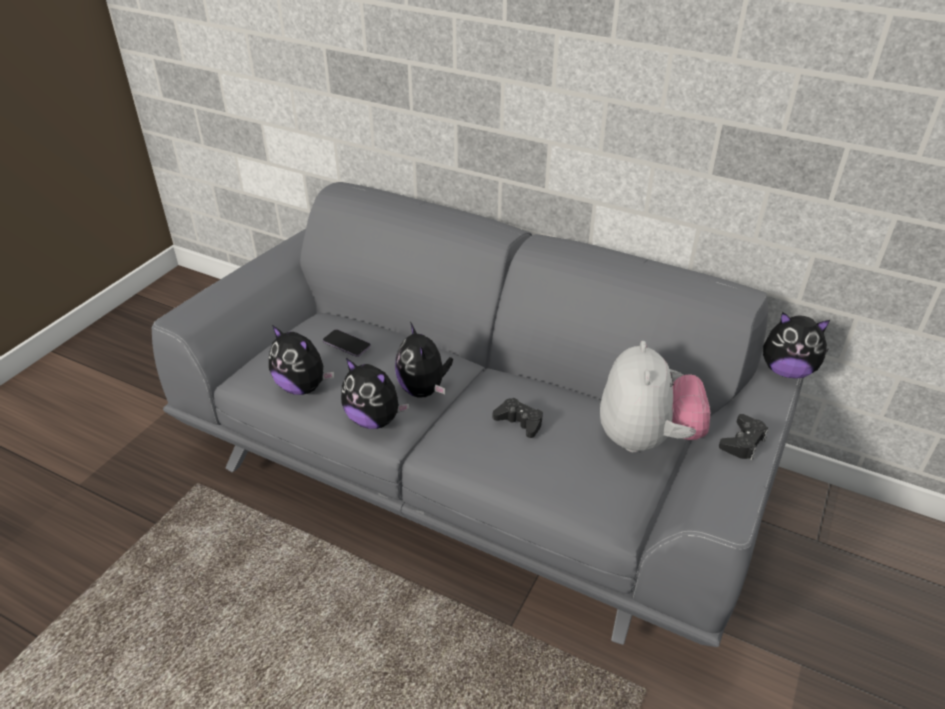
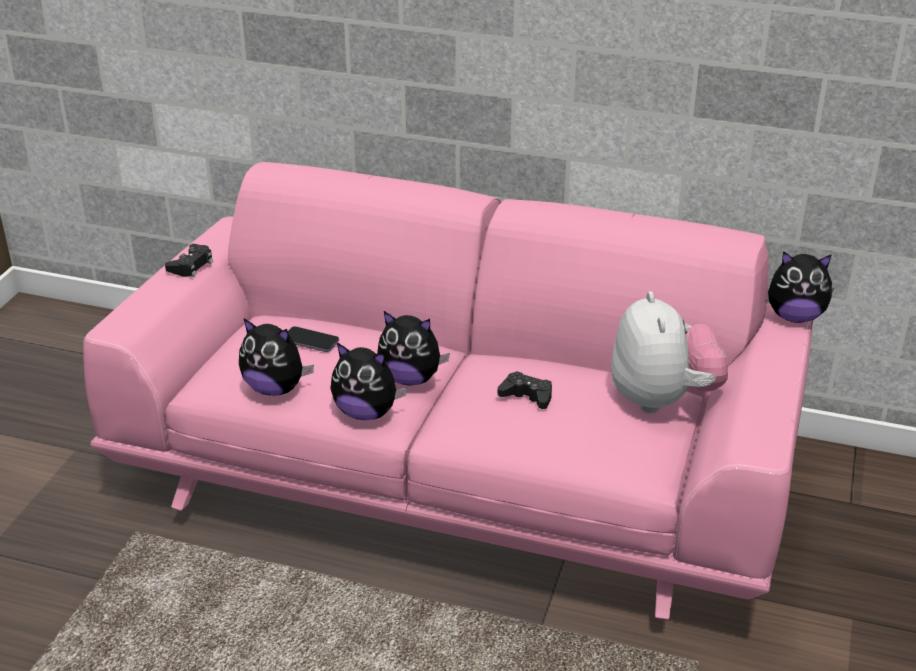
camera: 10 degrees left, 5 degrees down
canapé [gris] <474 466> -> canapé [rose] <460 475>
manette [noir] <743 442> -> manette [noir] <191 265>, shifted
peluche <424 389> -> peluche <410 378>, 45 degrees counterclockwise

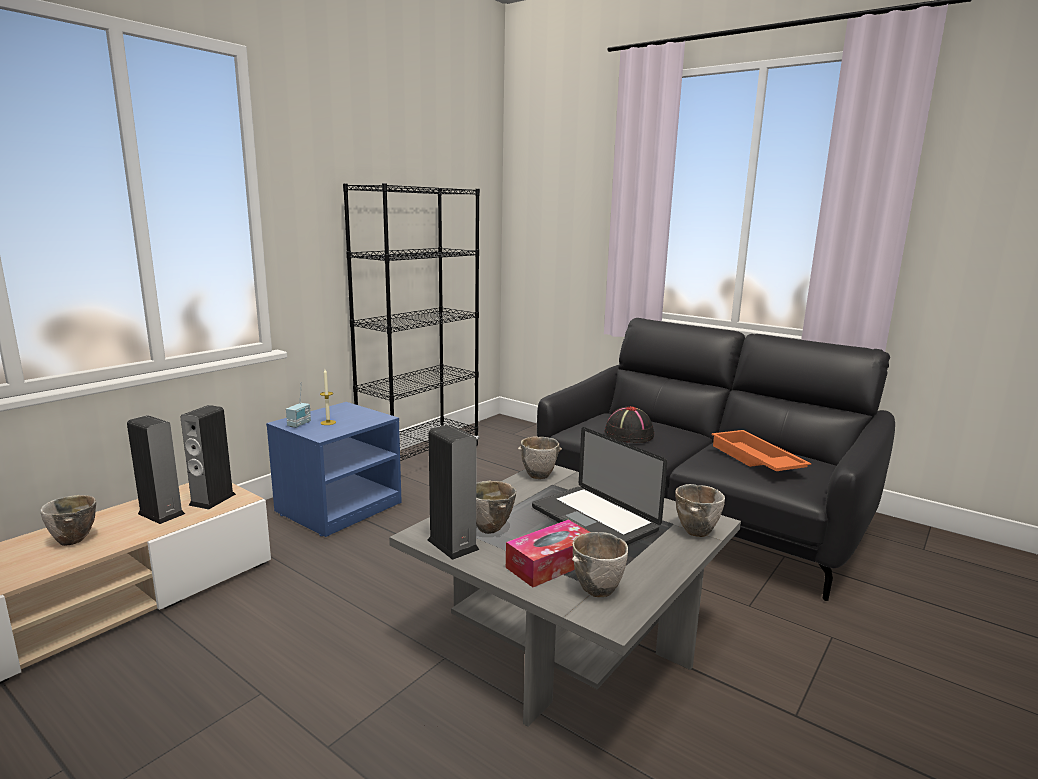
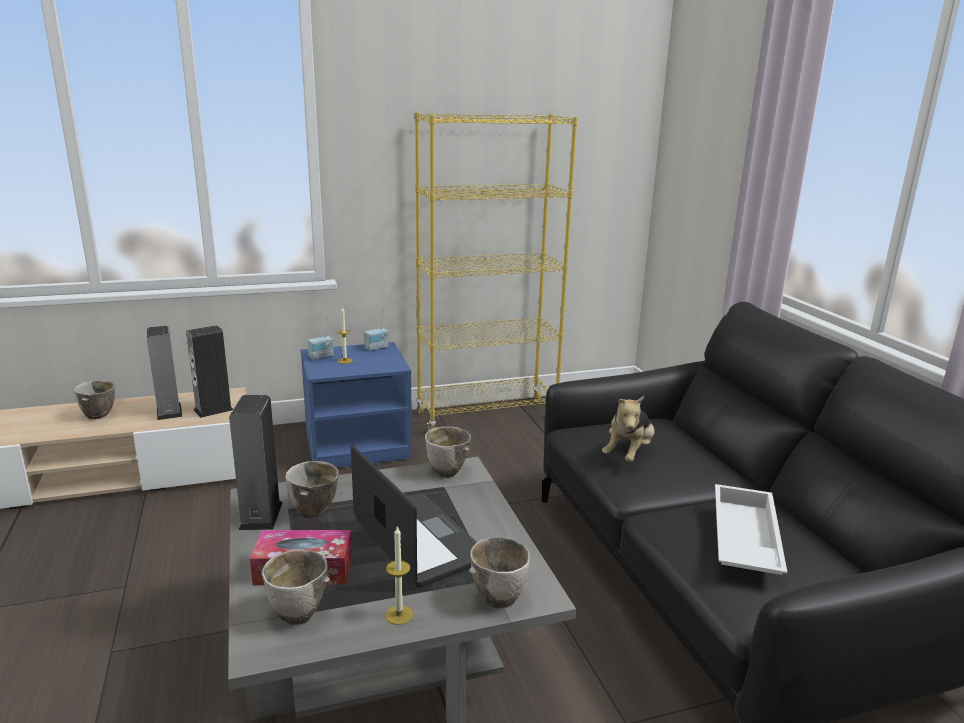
camera: 35 degrees right, 5 degrees up
ordinateur portable <594 519> -> ordinateur portable <418 540>, 150 degrees clockwise
none -> radio <377 348>
none -> bougie <399 615>
bibliothèque [noir] <420 457> -> bibliothèque [jaune] <487 416>
chapeau [noir] <628 434> -> peluche <629 453>
plateau [orange] <754 460> -> plateau [blanc] <742 539>

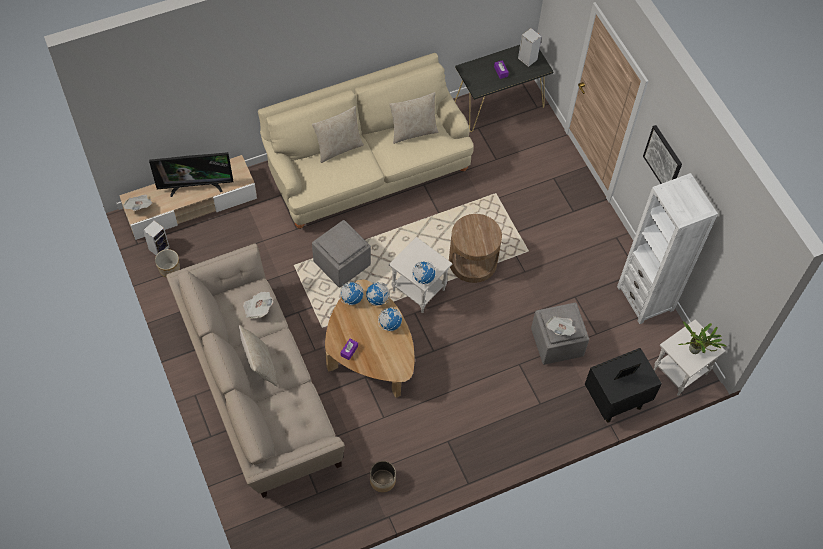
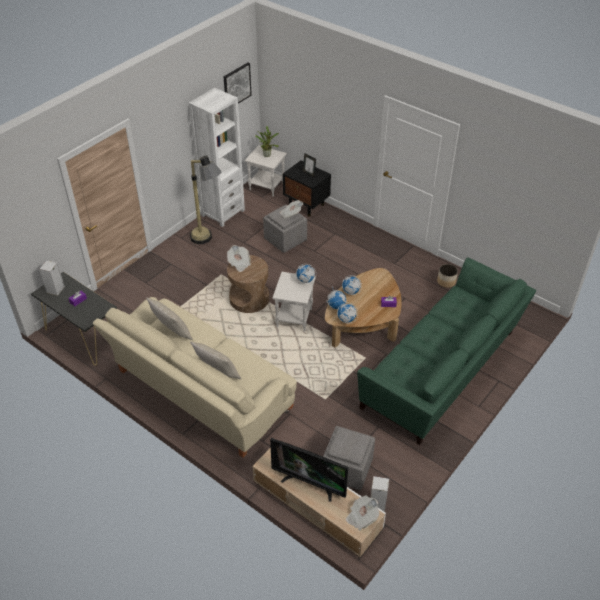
camera: 115 degrees left, 15 degrees down
none -> lampadaire <208 241>
tableau <663 159> -> tableau <236 85>, shifted
journal <258 309> -> journal <239 263>, shifted
téléviseur <196 186> -> téléviseur <309 483>, 150 degrees clockwise
pouf [gris] <342 264> -> pouf [gris] <348 468>, shifted
canapé [beige] <257 389> -> canapé [vert] <442 371>
cache-pot <169 269> -> none
coussin [beige] <260 367> -> none

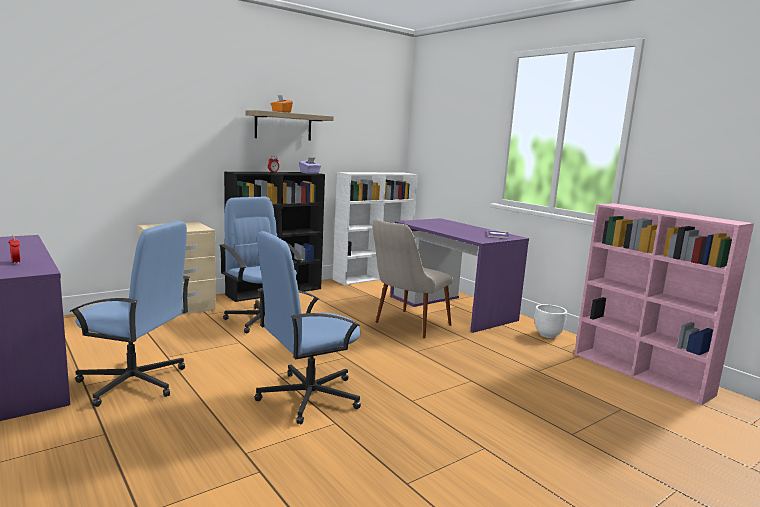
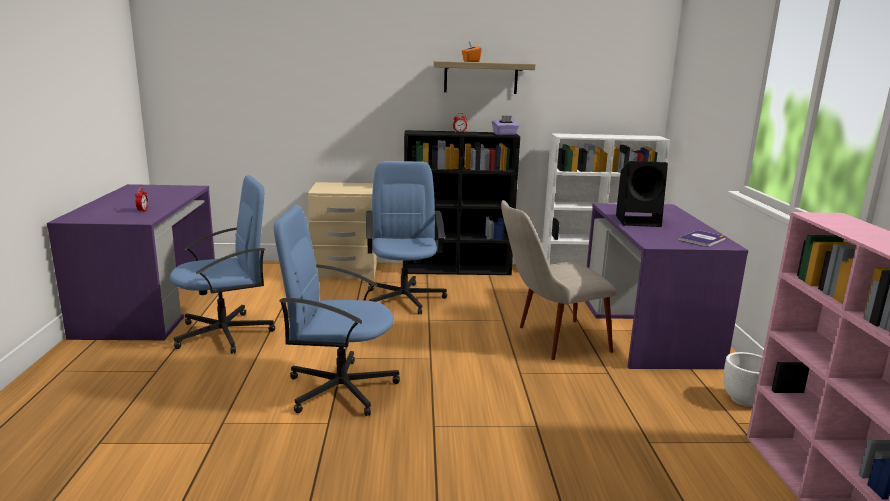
camera: 35 degrees right, 5 degrees up
chaise de bureau [bleu] <134 382> -> chaise de bureau [bleu] <225 333>, 75 degrees counterclockwise
none -> enceinte [noir] <639 221>

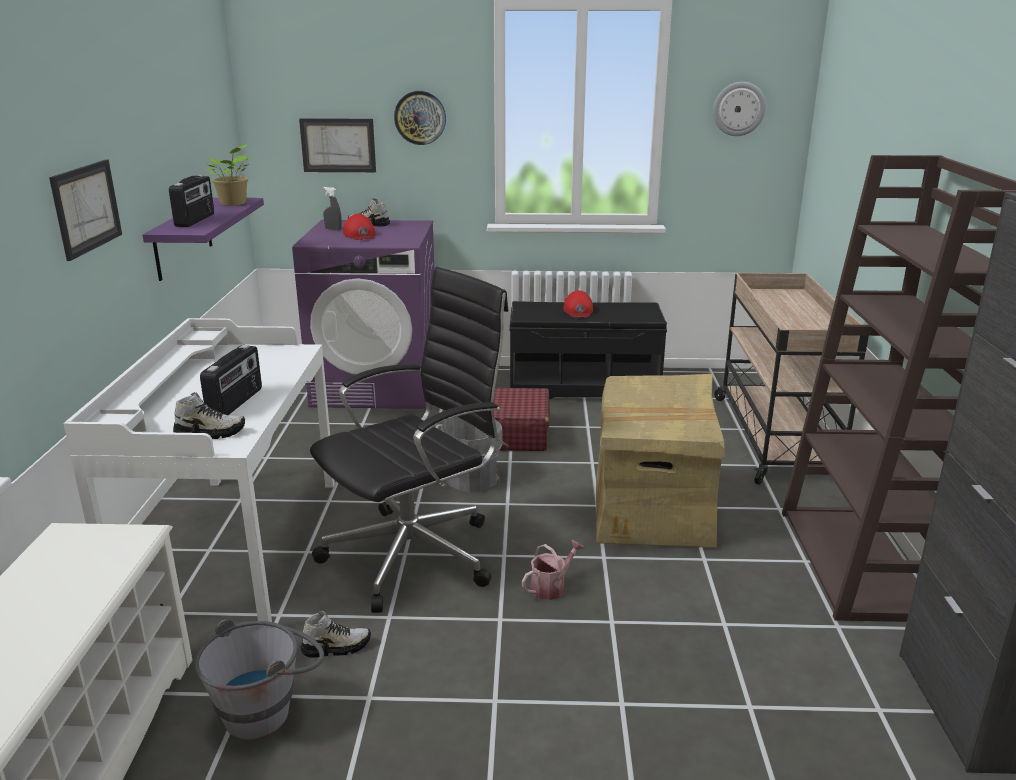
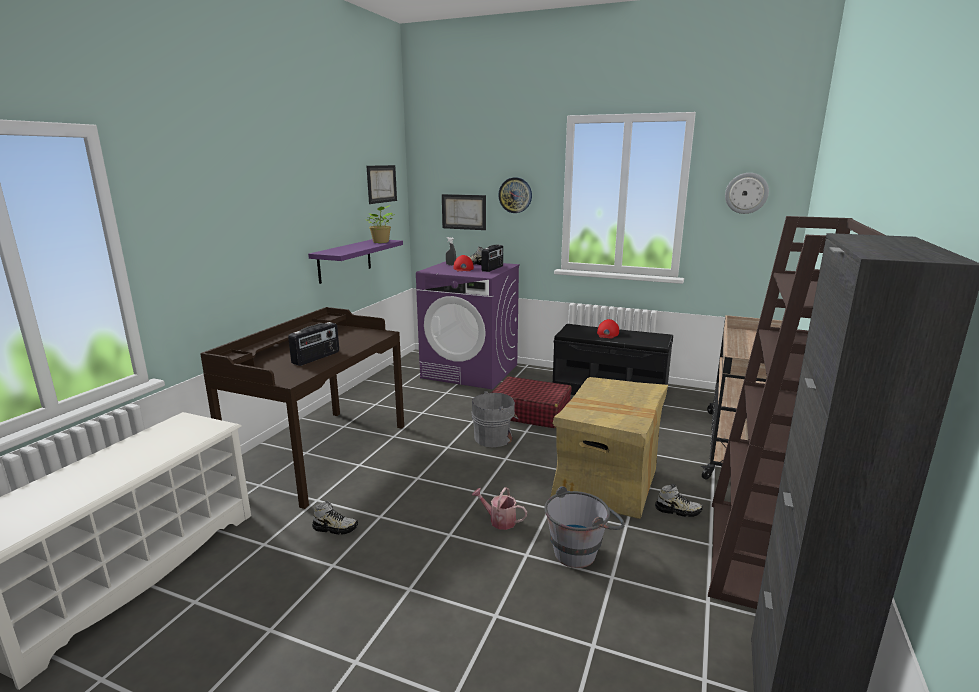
camera: 20 degrees right, 5 degrees down
bureau [blanc] <235 545> -> bureau [marron] <321 453>
tableau <86 208> -> tableau <381 184>, shifted
arrosoir <551 587> -> arrosoir <499 520>, 135 degrees counterclockwise
radio <196 220> -> radio <492 268>, shifted
seau [gris] <268 707> -> seau [gris] <582 550>, shifted
chaussure <210 433> -> chaussure <678 510>, shifted
chaise de bureau [noir] <416 554> -> none

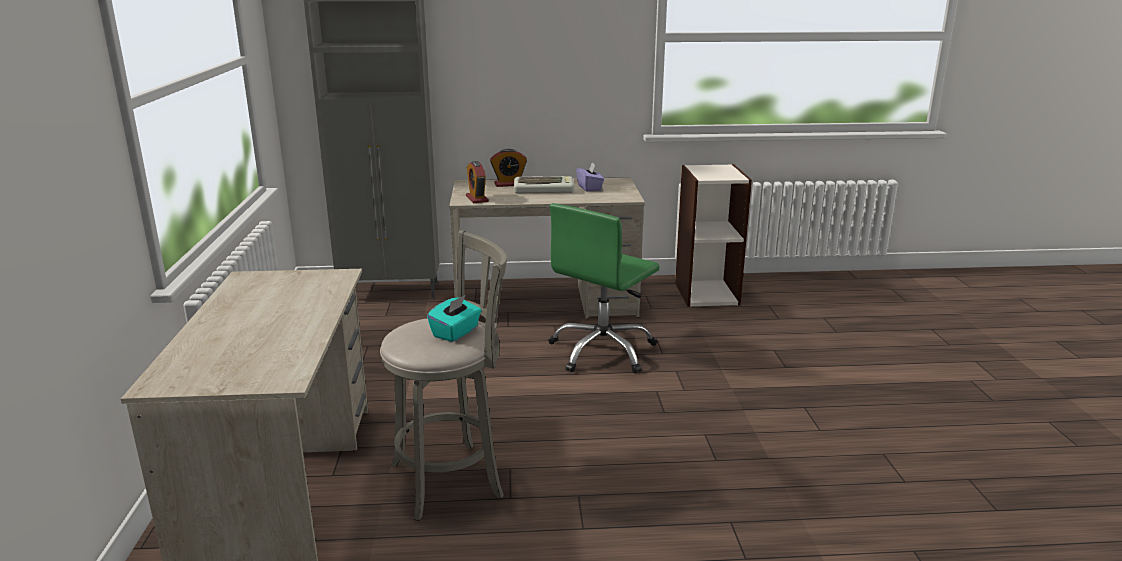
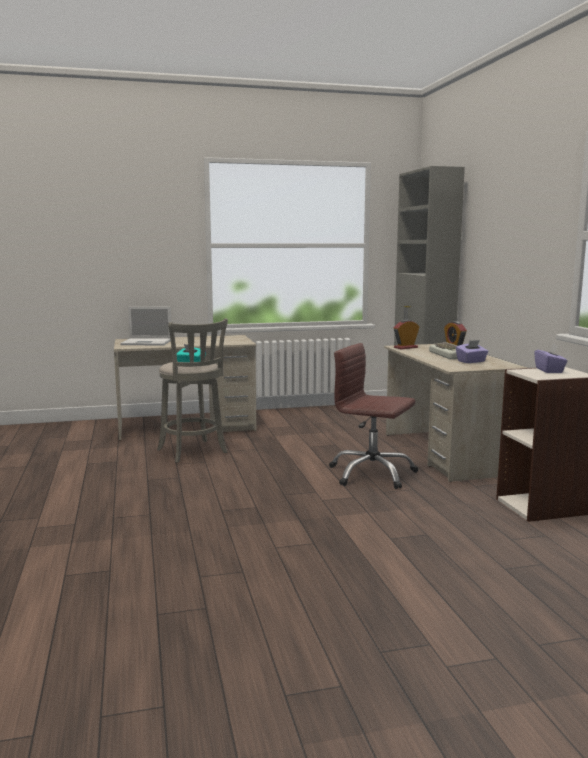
camera: 80 degrees right, 10 degrees down
none -> ordinateur portable <147 342>
chaise de bureau [vert] <603 351> -> chaise de bureau [marron] <371 474>
none -> boîte à mouchoirs [violet] <549 370>

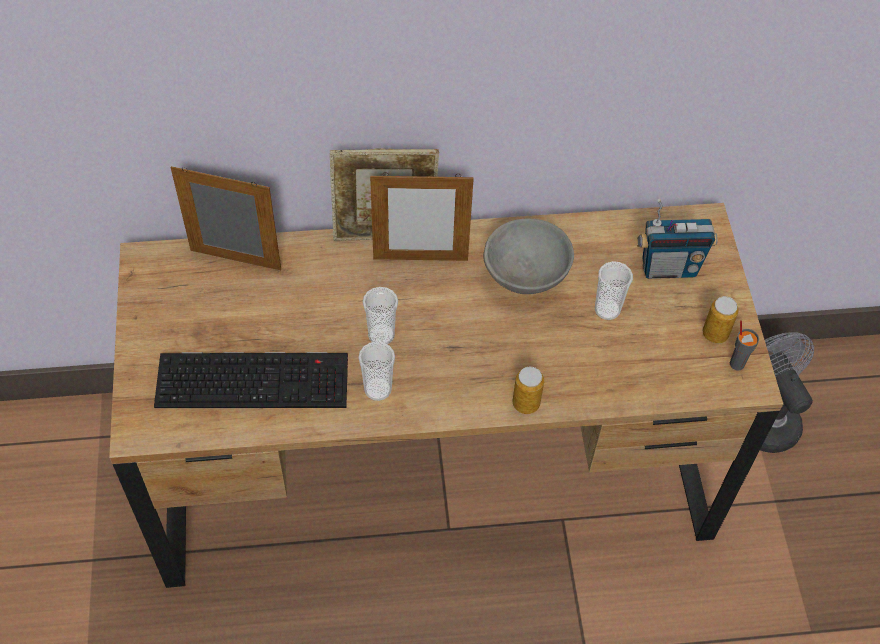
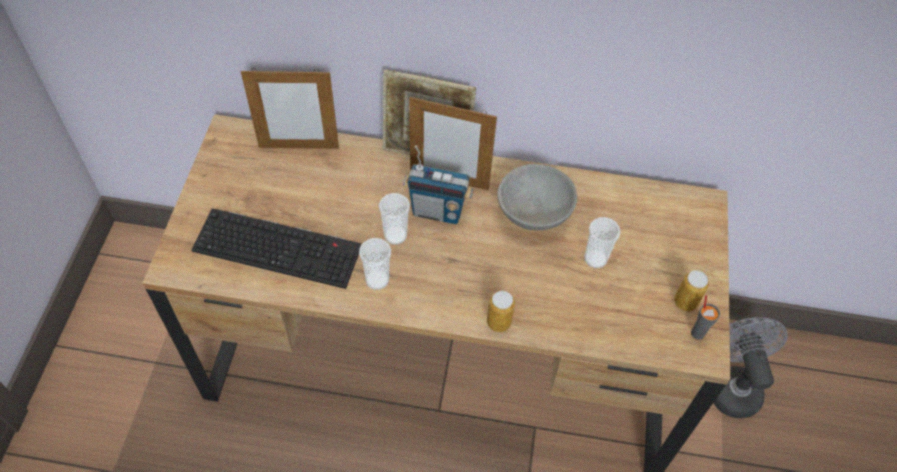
camera: 15 degrees right, 0 degrees up
cadre photo <235 260> -> cadre photo <299 147>, 150 degrees clockwise
radio <668 268> -> radio <437 211>, shifted

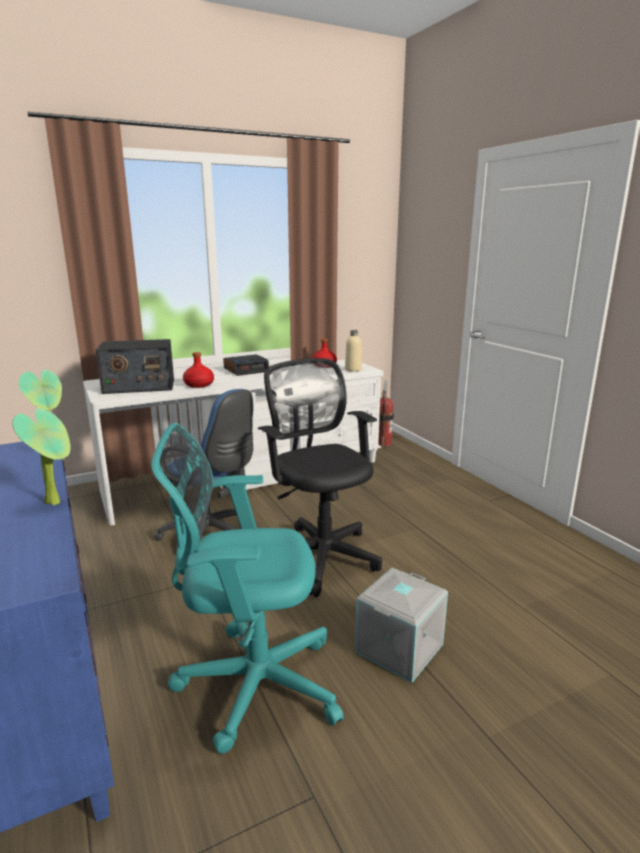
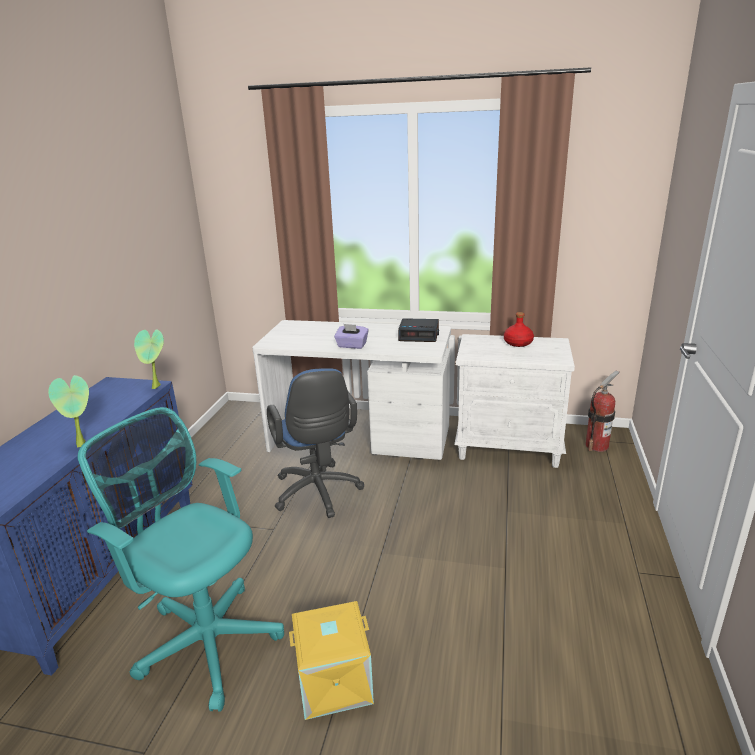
camera: 40 degrees right, 5 degrees up
boîte de rangement [gris] <400 649> -> boîte de rangement [jaune] <333 683>
bouteille [rouge] <199 384> -> boîte à mouchoirs [violet] <352 345>
radio <139 386> -> none
chaise de bureau [noir] <321 554> -> none
bouteille [beige] <353 369> -> none

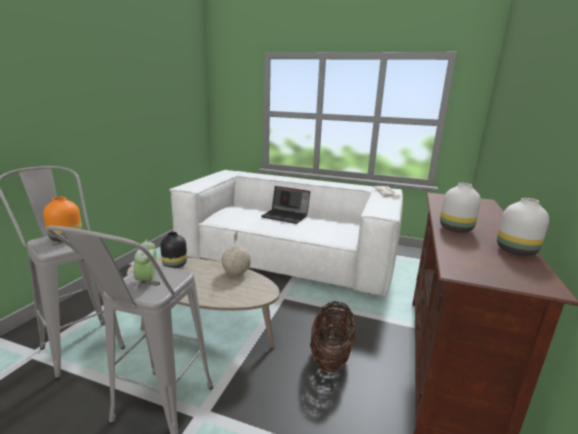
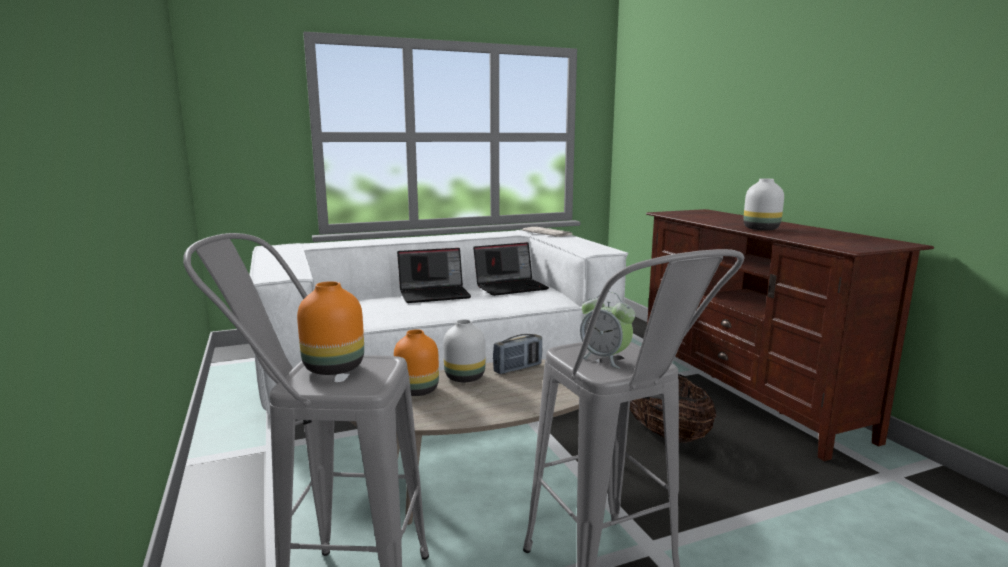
camera: 40 degrees left, 5 degrees down
vase [noir] <175 265> -> vase [orange] <418 390>
vase [blanc] <516 250> -> vase [blanc] <465 377>, shifted
none -> ordinateur portable <511 287>
globe <236 273> -> radio <518 368>

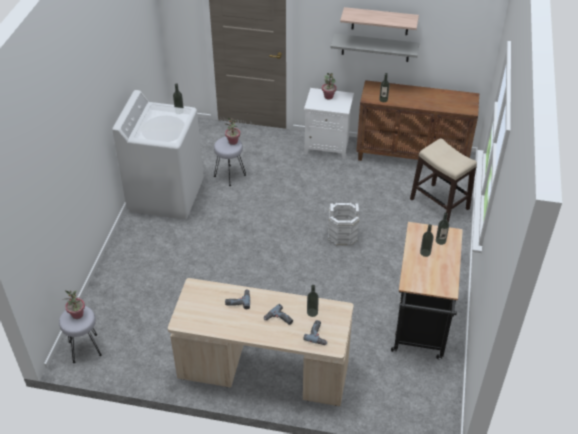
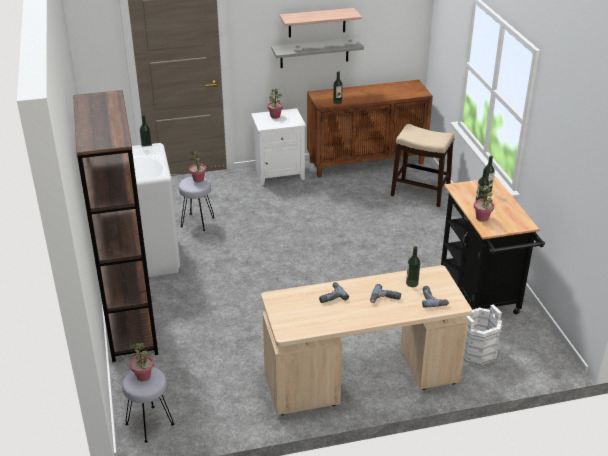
camera: 25 degrees left, 10 degrees down
none -> bibliothèque [marron] <131 322>
seau [blanc] <342 236> -> seau [blanc] <476 352>, shifted
none -> plante en pot <482 218>

